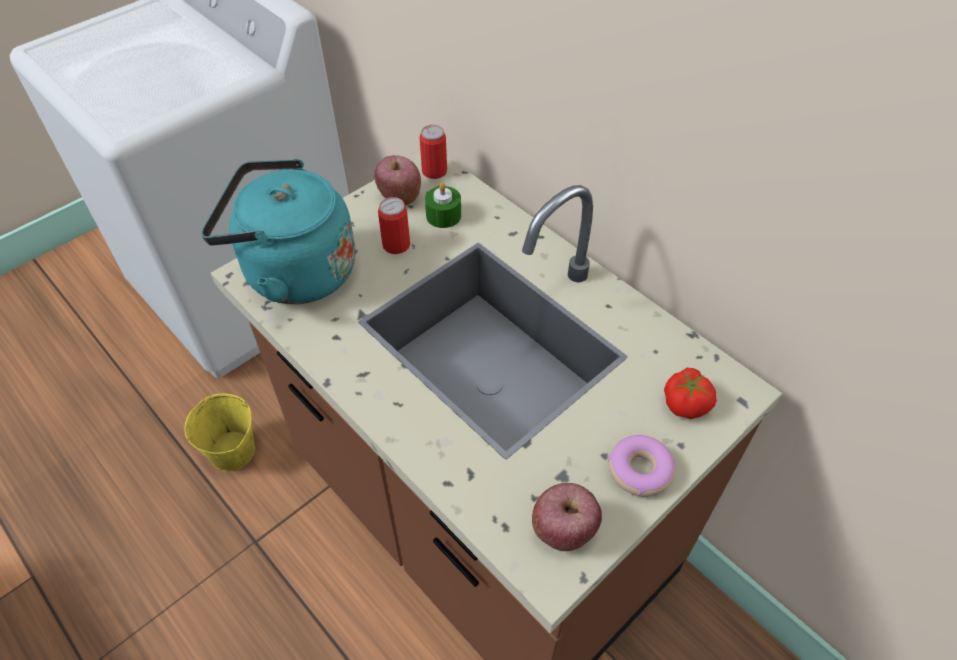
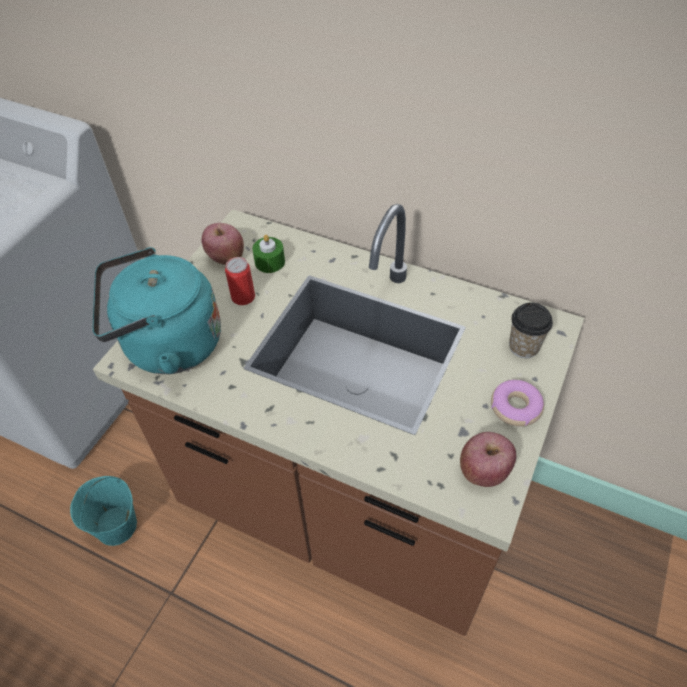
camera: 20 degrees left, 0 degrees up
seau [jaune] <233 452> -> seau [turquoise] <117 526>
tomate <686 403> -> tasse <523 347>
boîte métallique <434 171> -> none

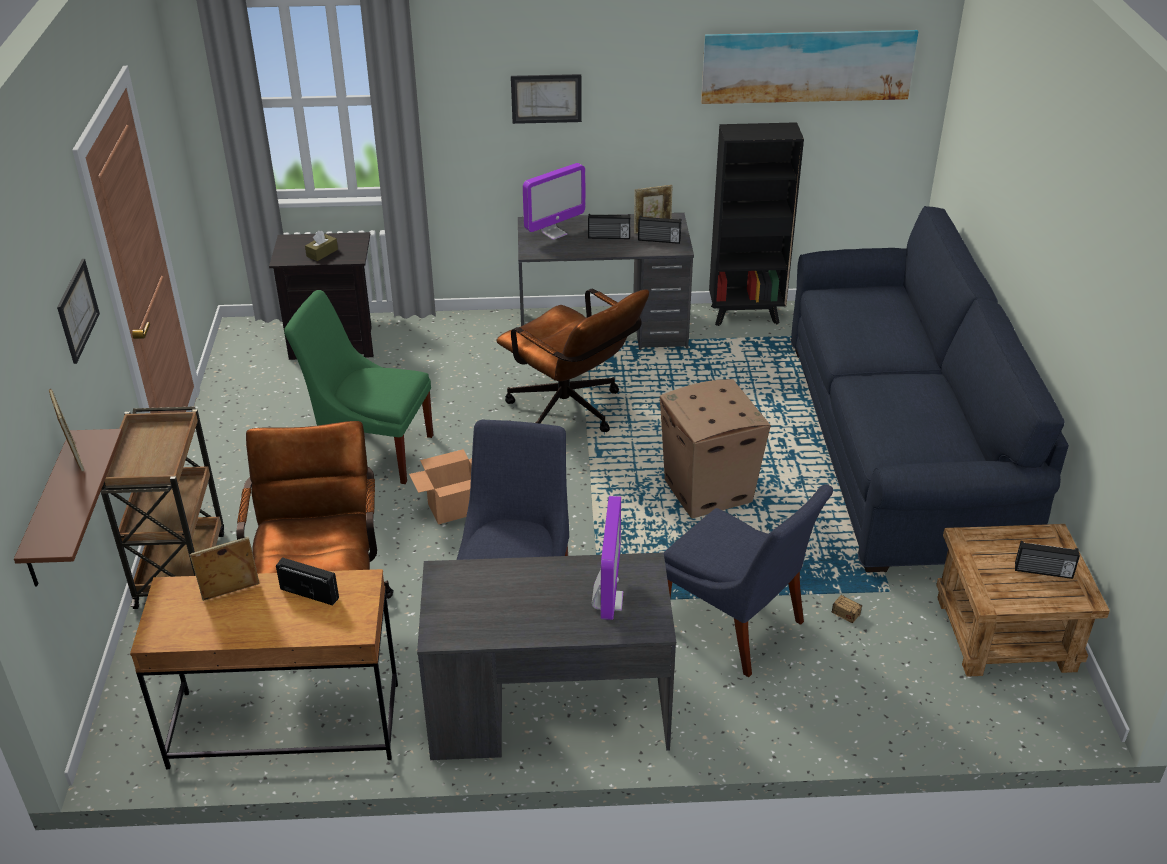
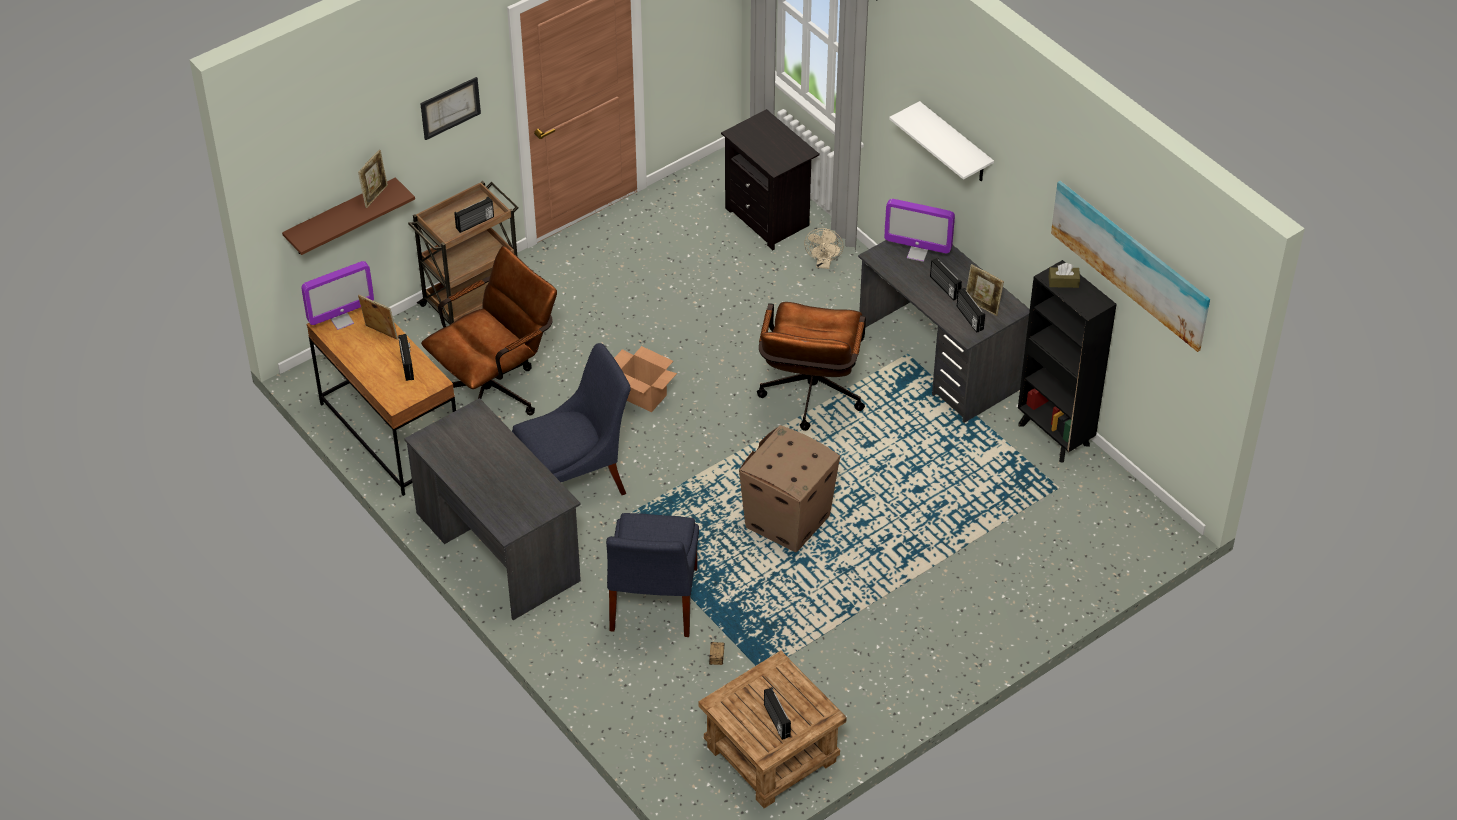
camera: 55 degrees right, 10 degrees up
écran d'ordinateur <607 600> -> écran d'ordinateur <341 320>, shifted
none -> radio <475 223>
none -> ventilateur [beige] <824 263>
tableau <546 98> -> étagère [blanc] <955 144>
boîte à mouchoirs [marron] <322 253> -> boîte à mouchoirs [marron] <1063 282>, shifted
chaise [vert] <370 450> -> none
canapé [bleu] <898 446> -> none

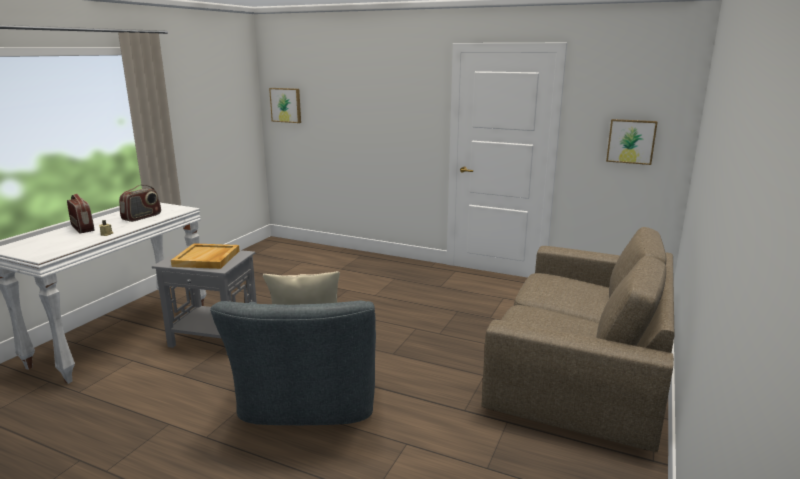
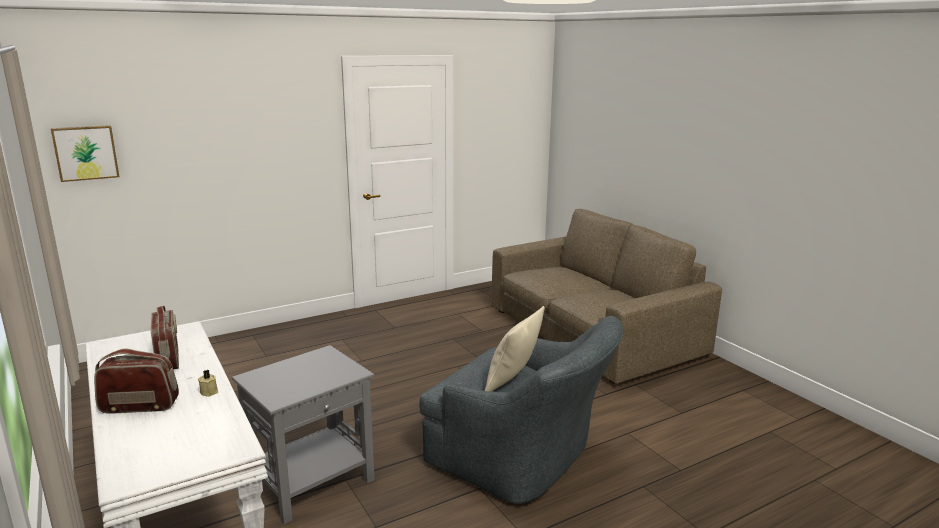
camera: 55 degrees left, 0 degrees up
plateau [beige] <207 259> -> none
tableau <631 141> -> none

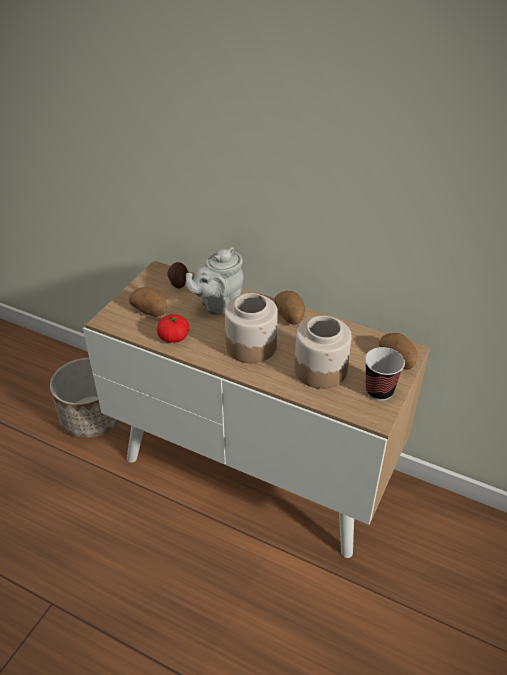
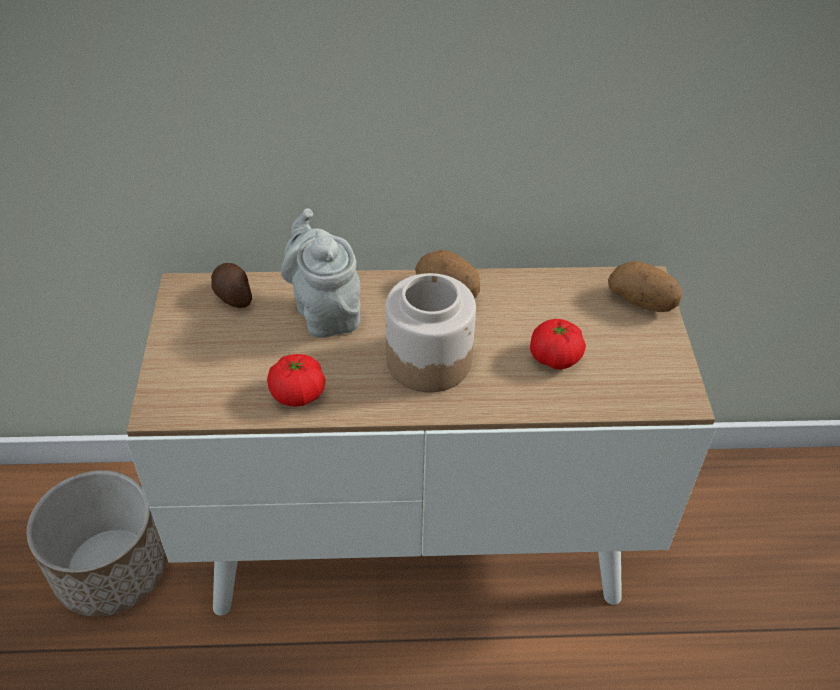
camera: 30 degrees left, 5 degrees up
théière [gris] <217 304> -> théière [gris] <325 311>, 135 degrees clockwise
bocal <321 370> -> tomate <555 357>
pomme de terre <150 311> -> none
tasse <379 391> -> none

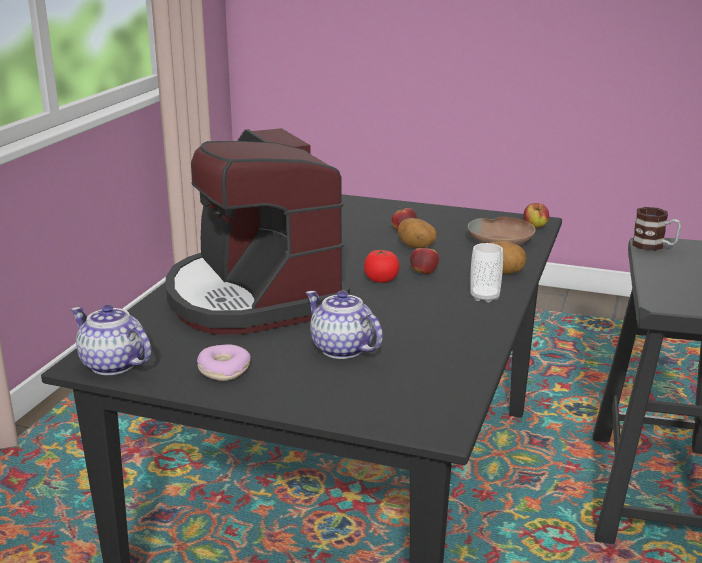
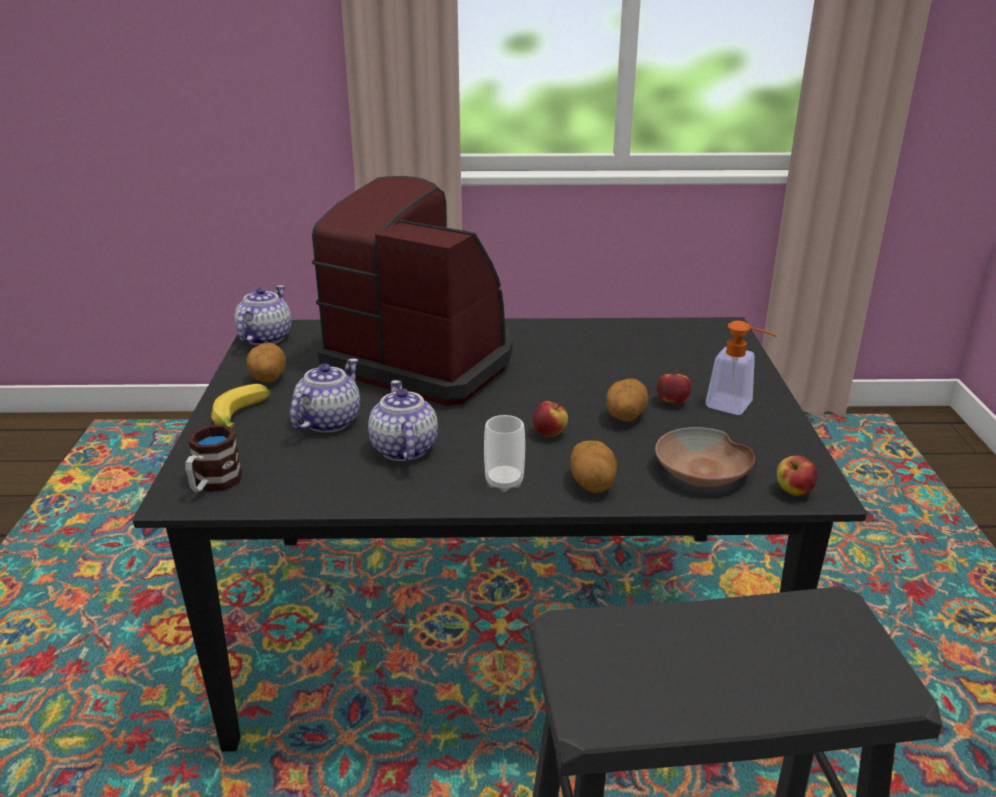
camera: 70 degrees right, 5 degrees up
mug <654 246> -> mug <213 484>, shifted
none -> banane <244 418>
beignet <223 370> -> pomme de terre <268 379>
machine à café <253 297> -> machine à café <422 360>, 75 degrees clockwise
none -> théière <403 449>
none -> distributeur de savon <737 407>
tomate <381 279> -> none

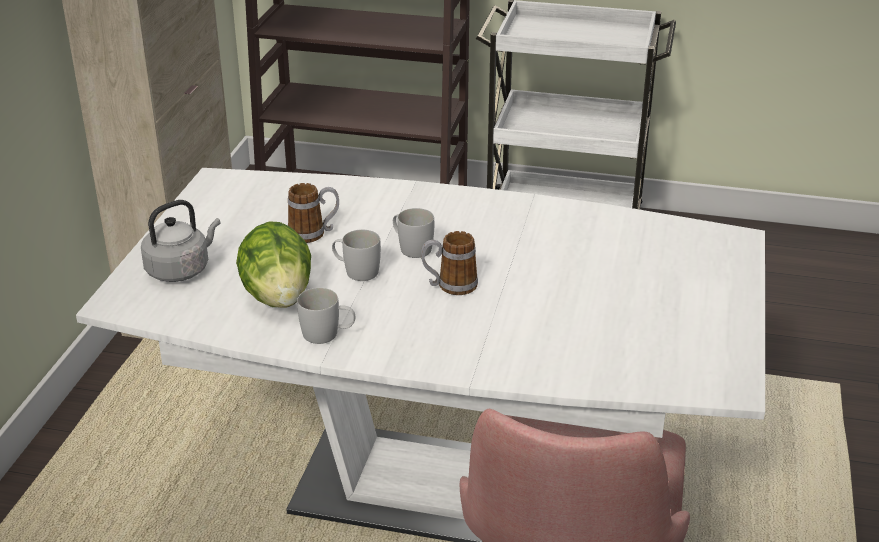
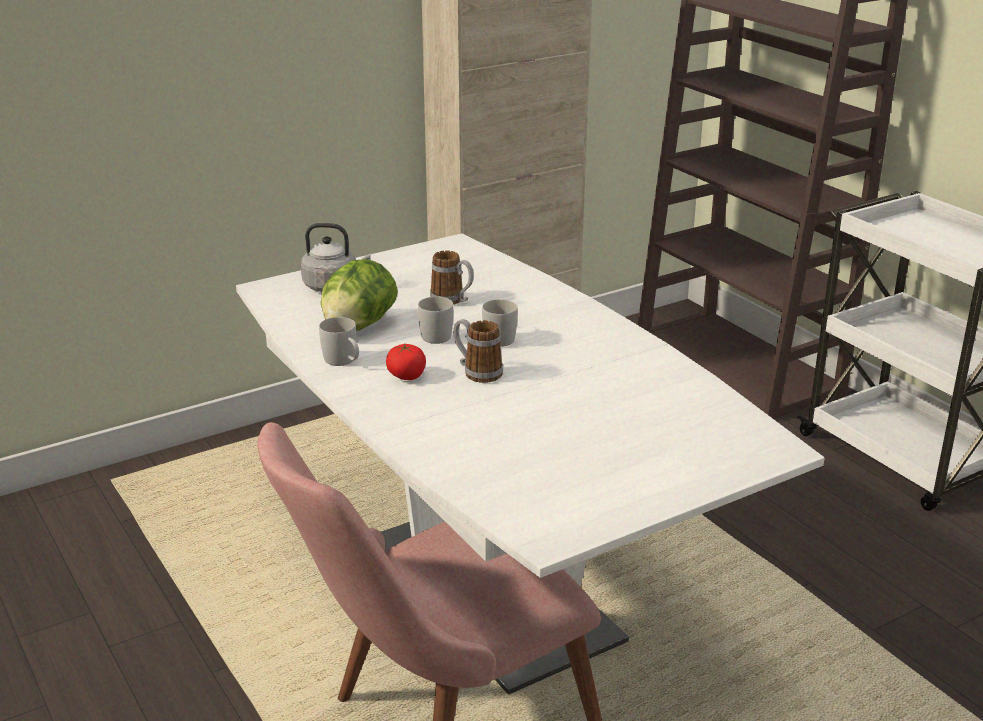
camera: 45 degrees right, 5 degrees down
none -> tomate <406 376>

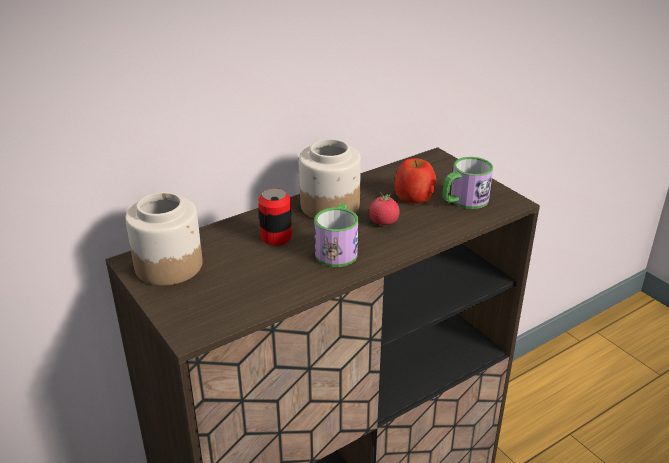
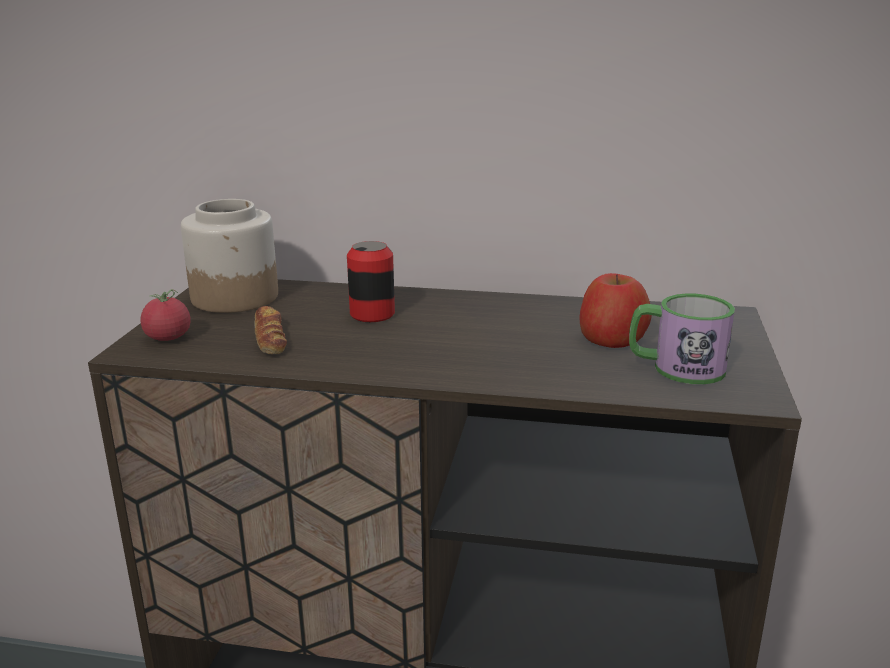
camera: 45 degrees right, 10 degrees down
tomate <383 221> -> tomate <168 338>, shifted
none -> pain <270 337>
bocal <329 206> -> none
mug <338 249> -> none

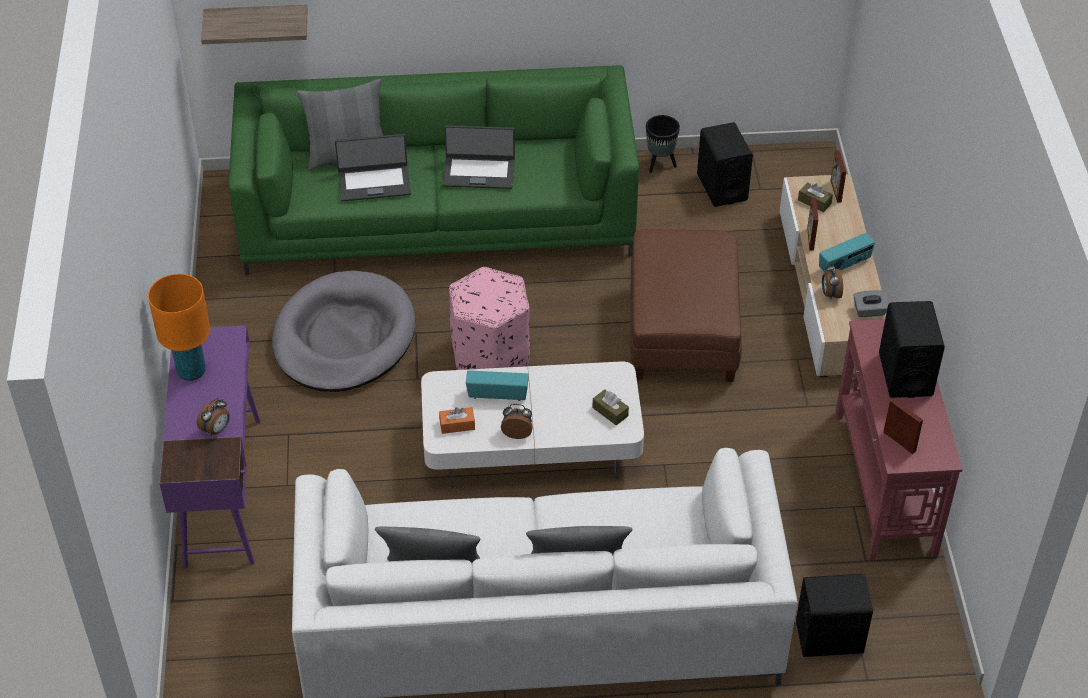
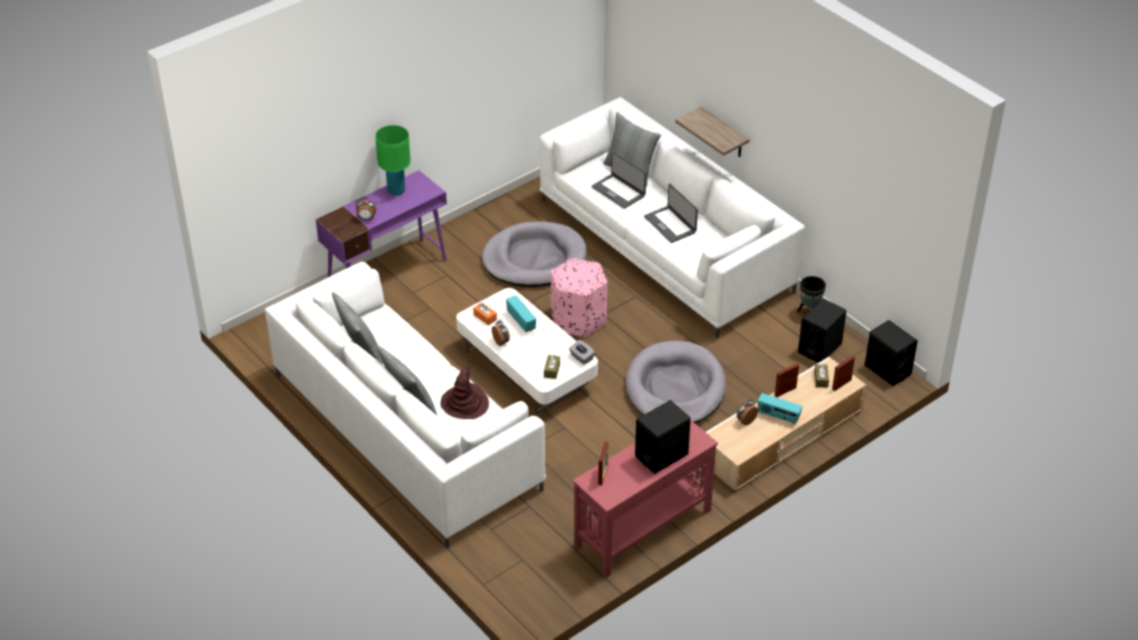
camera: 55 degrees right, 5 degrees down
lampe de table [orange] <191 372> -> lampe de table [vert] <396 191>
none -> chapeau [marron] <465 403>
canapé [vert] <437 214> -> canapé [blanc] <665 245>
boîte à mouchoirs [gris] <869 311> -> boîte à mouchoirs [gris] <581 357>, shifted
pouf [marron] <683 334> -> panier pour chien [gris] <675 388>
étagère <257 22> -> étagère <724 133>, shifted
enceinte [noir] <828 637> -> enceinte [noir] <887 370>, shifted

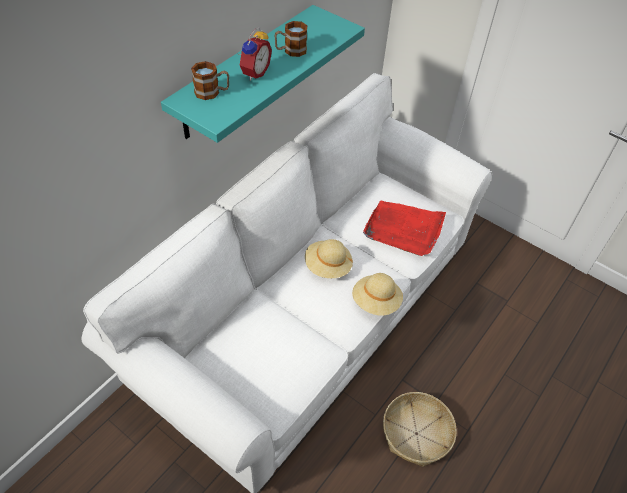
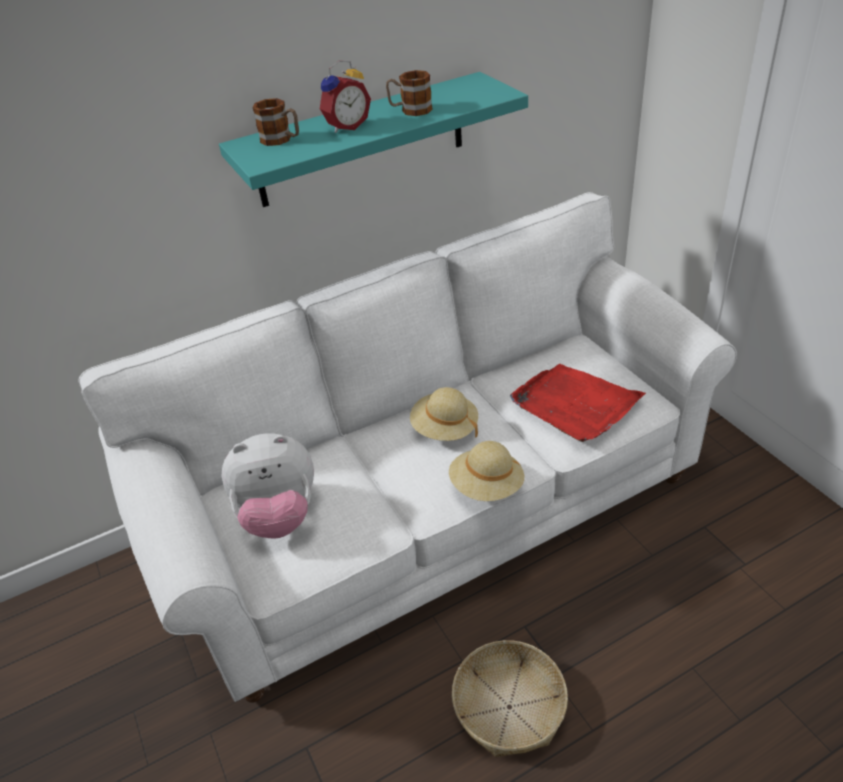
camera: 30 degrees right, 10 degrees down
none -> peluche <279 516>

